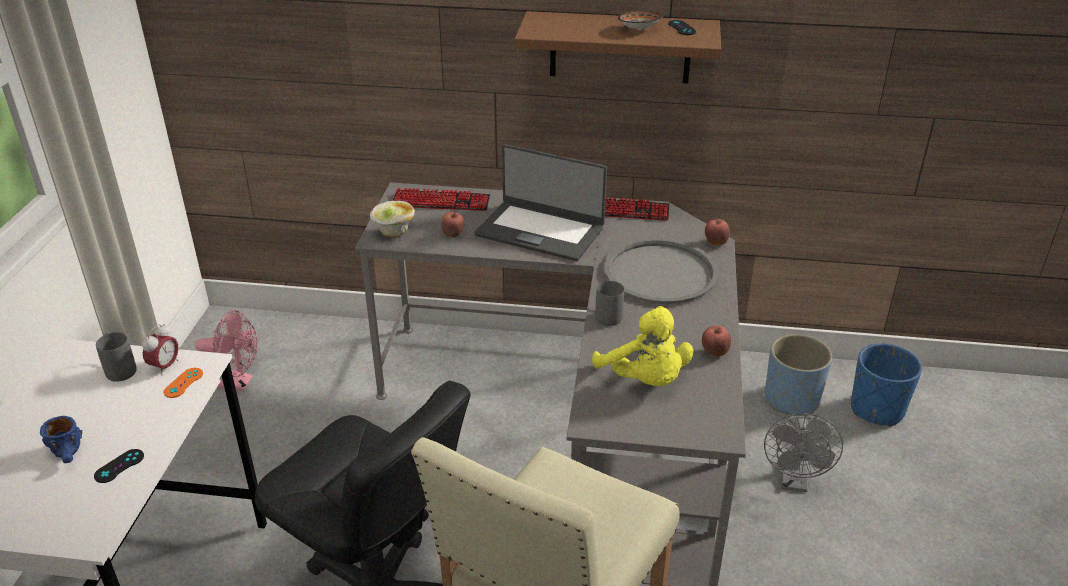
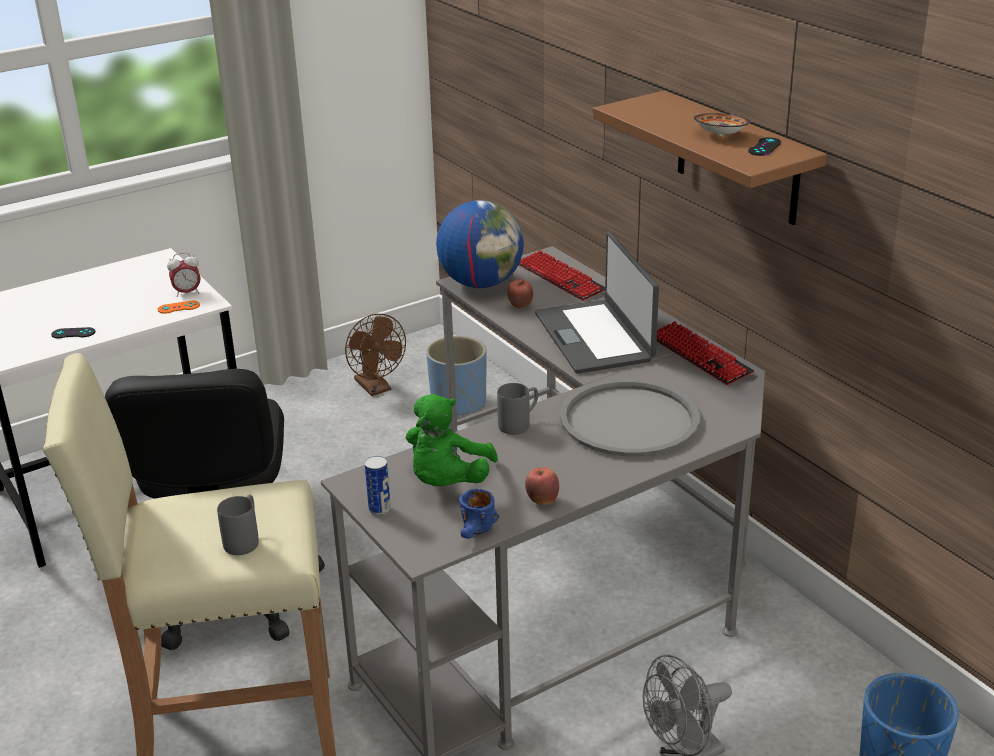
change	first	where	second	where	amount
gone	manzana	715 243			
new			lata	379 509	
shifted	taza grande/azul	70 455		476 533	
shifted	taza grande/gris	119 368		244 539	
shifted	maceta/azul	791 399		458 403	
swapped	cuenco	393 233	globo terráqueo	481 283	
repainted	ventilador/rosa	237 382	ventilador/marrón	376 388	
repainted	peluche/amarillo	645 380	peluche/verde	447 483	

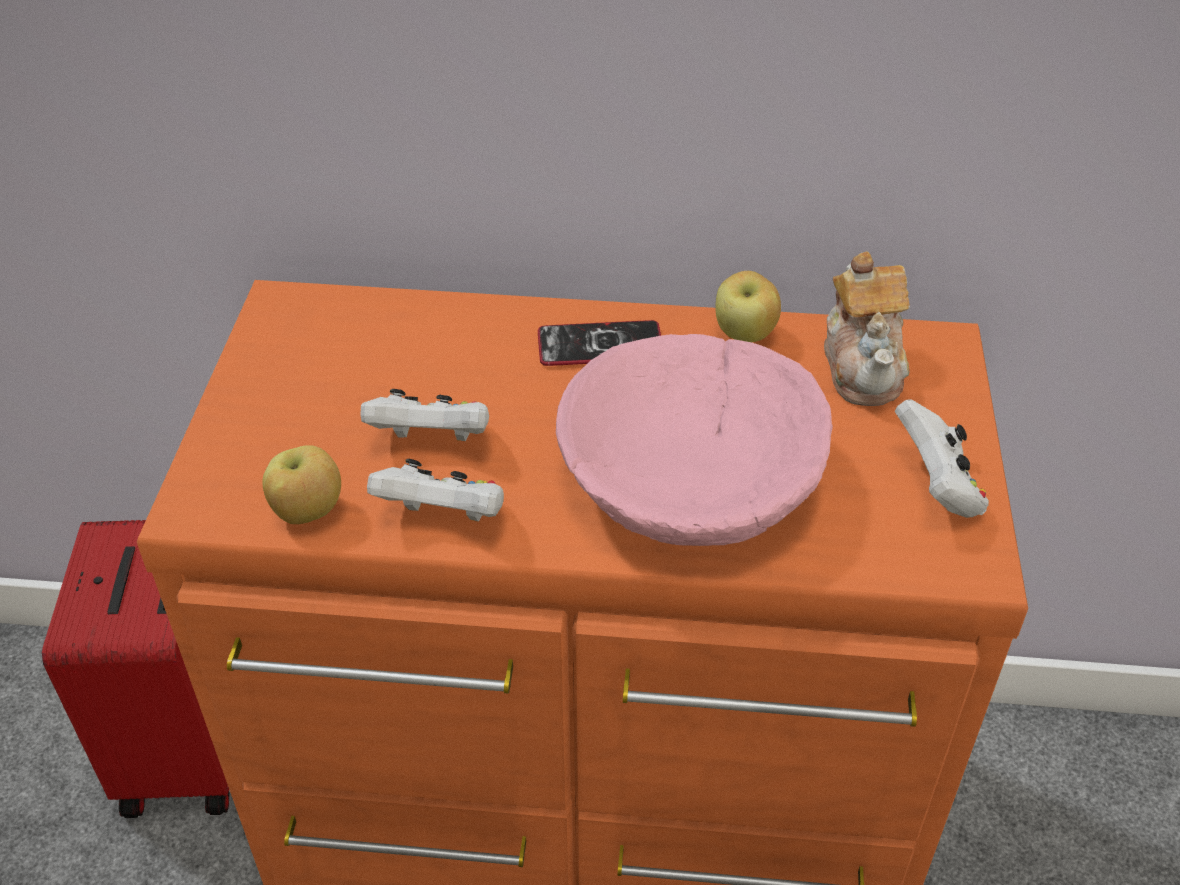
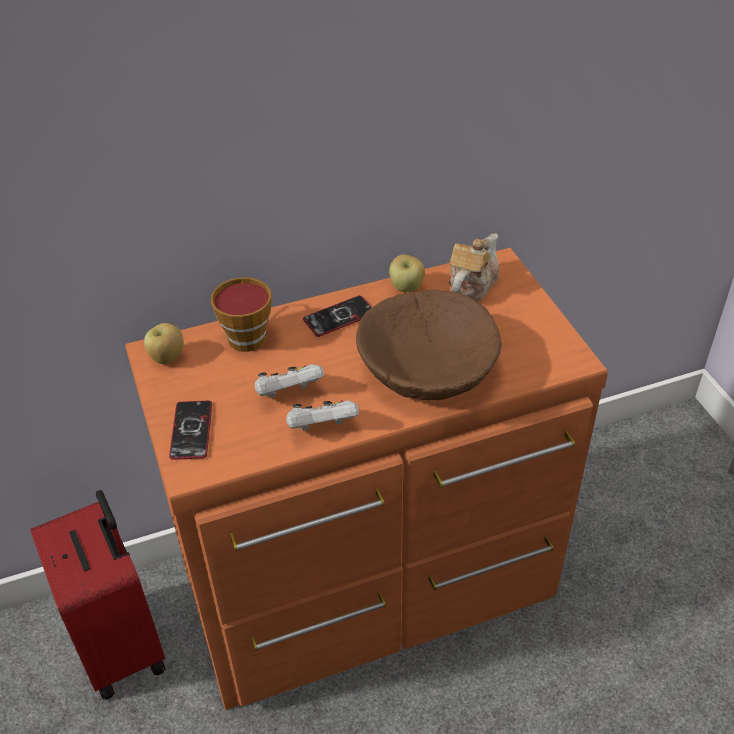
change	first	where	second	where	amount
gone	mando de consola/blanco	937 488			
new			móvil	191 430	
new			taza	246 335	
shifted	manzana	307 513		167 358	
repainted	cuenco/rosa	689 479	cuenco/marrón	427 367	
rotated	tetera	864 365		472 285	120 degrees counterclockwise

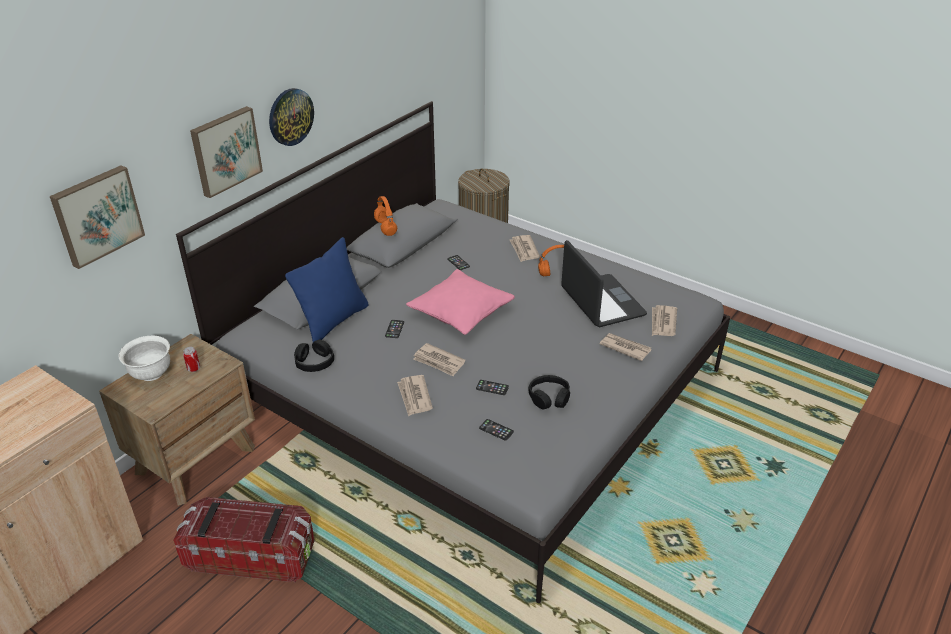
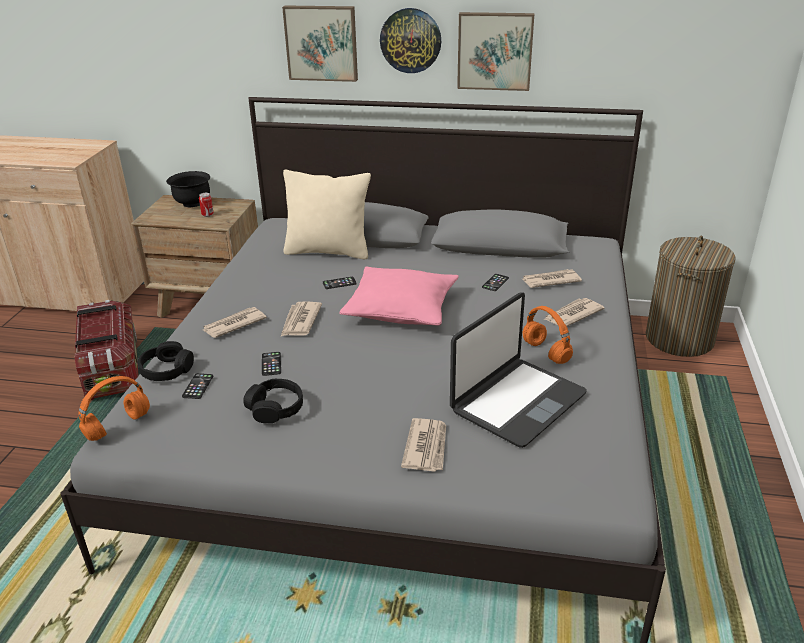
change	first	where	second	where	amount
shifted	cuadro	97 215		495 51	
shifted	auriculares/negro	314 362		167 370	
shifted	auriculares/naranja	385 228		118 425	
shifted	periódico	663 323		550 281	
repainted	cuenco/blanco	151 373	cuenco/negro	192 203	
repainted	cojín/azul	333 321	cojín/beis	328 251	

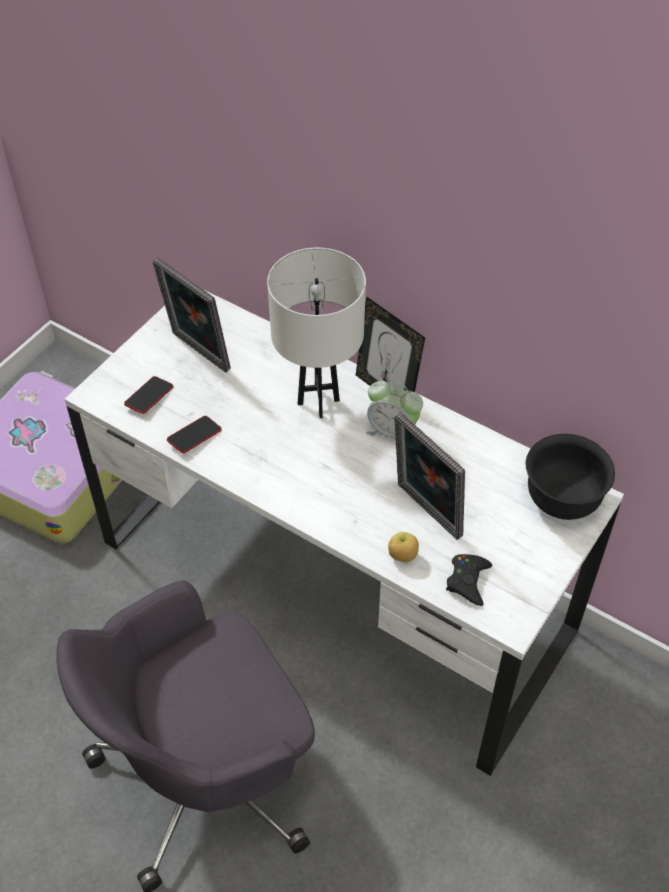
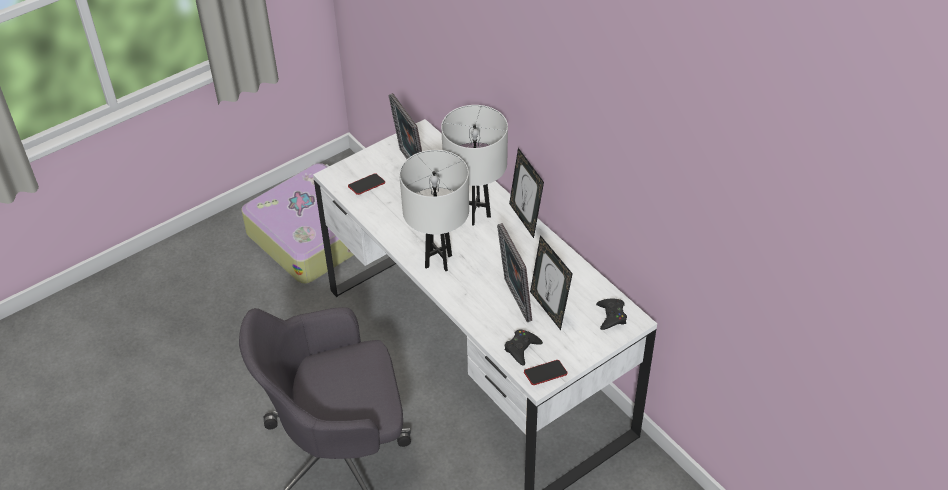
change	first	where	second	where	amount
gone	despertador	392 431			
gone	manzana	402 556			
new			lámpara de mesa/blanco	438 261	
new			portarretratos	549 308	
shifted	móvil	194 437		545 374	
swapped	cuenco/negro	562 500	mando de consola/negro	611 316	

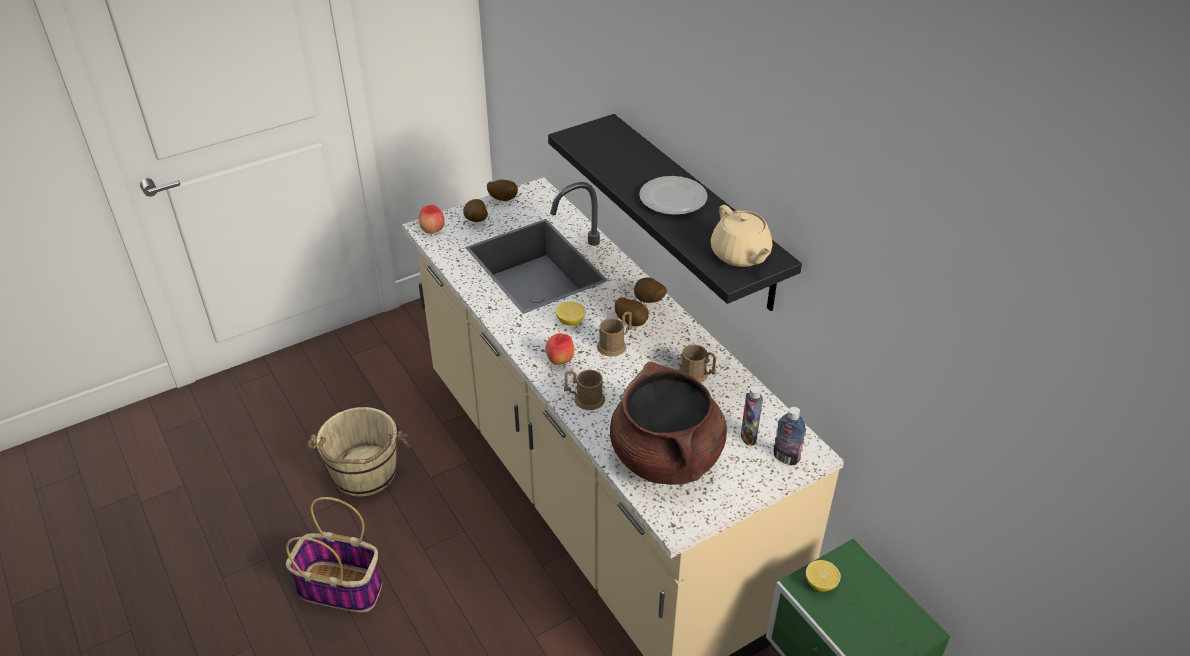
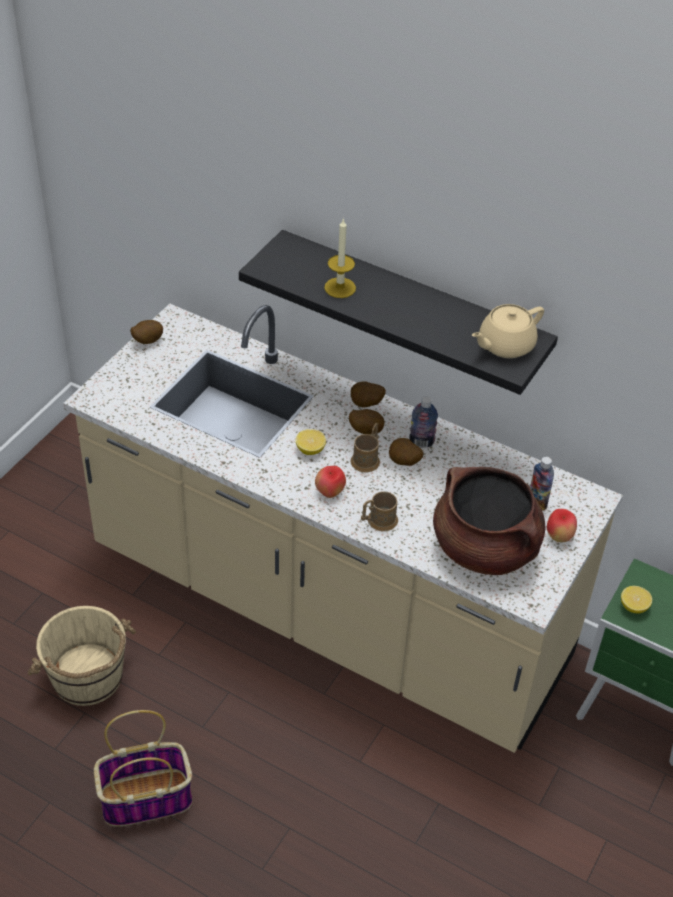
change	first	where	second	where	amount
gone	plato	673 198			
gone	taza grande/marrón	697 375			
new			vela	340 288	
shifted	manzana	432 231		559 536	
shifted	patata	476 221		404 463	
shifted	botella	786 458		421 442	
rotated	tetera/beis	740 255		505 345	105 degrees clockwise

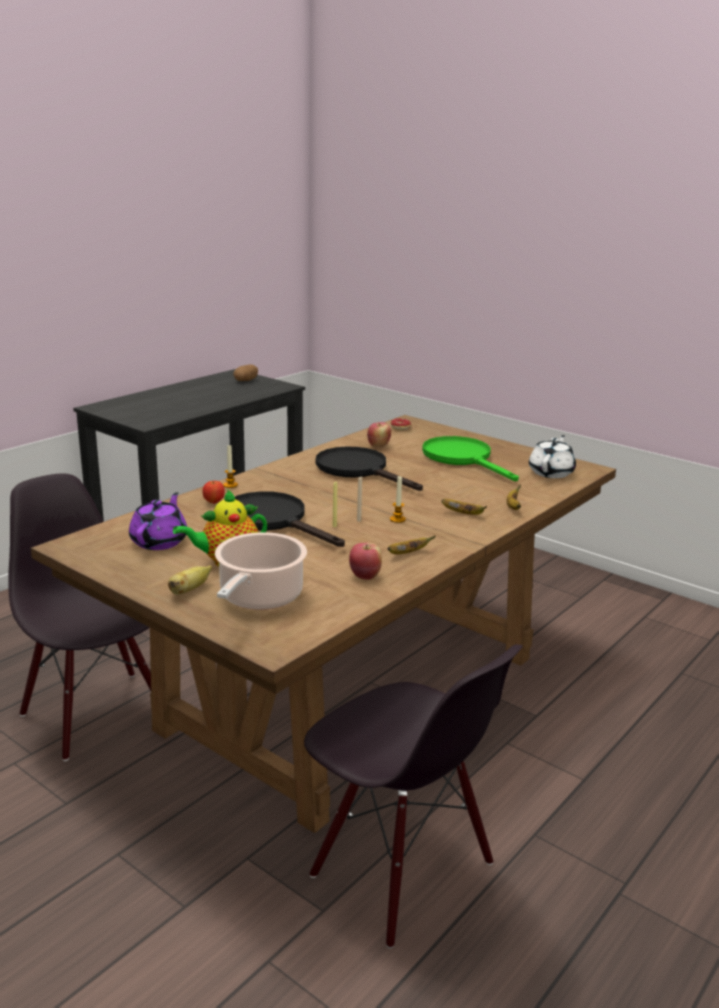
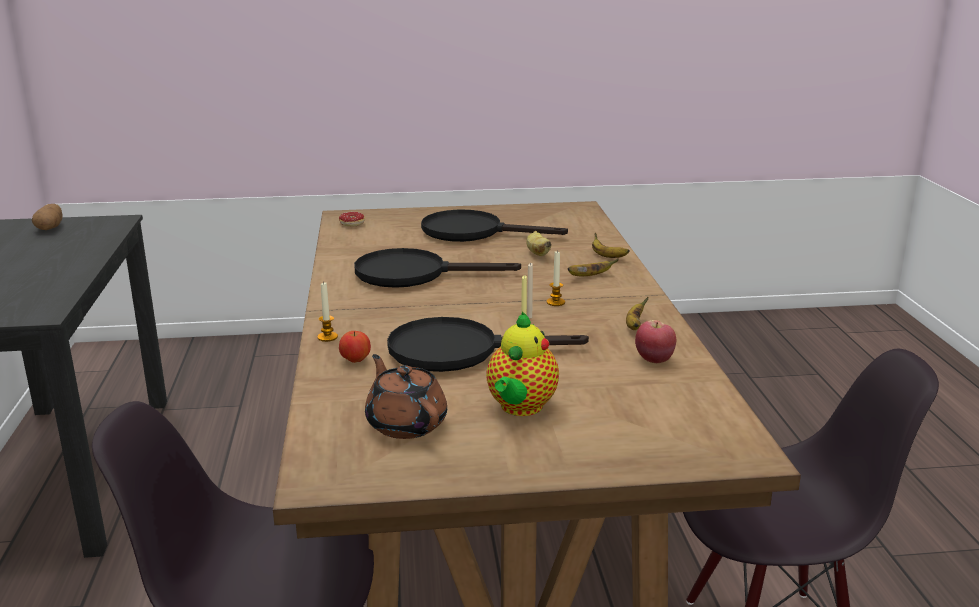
change	first	where	second	where	amount
gone	olla	259 598			
gone	manzana	378 446			
gone	tetera/blanco	551 472			
shifted	plátano	189 590		537 253	
repainted	tetera/morado	160 541	tetera/marrón	406 423	
repainted	sartén/verde	463 458	sartén/negro	473 232	

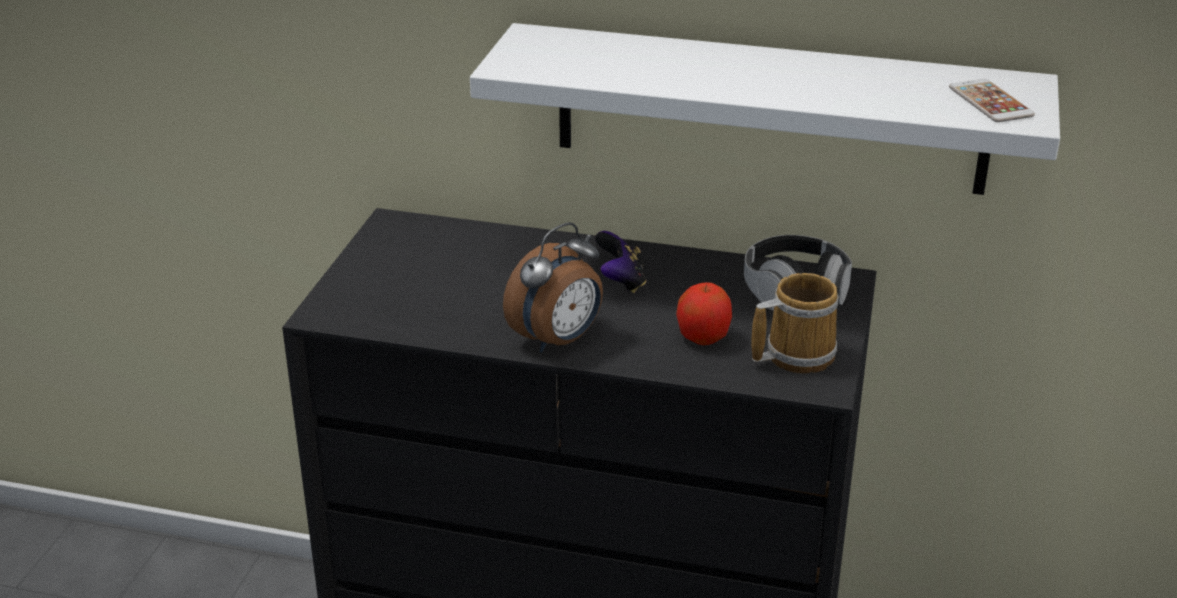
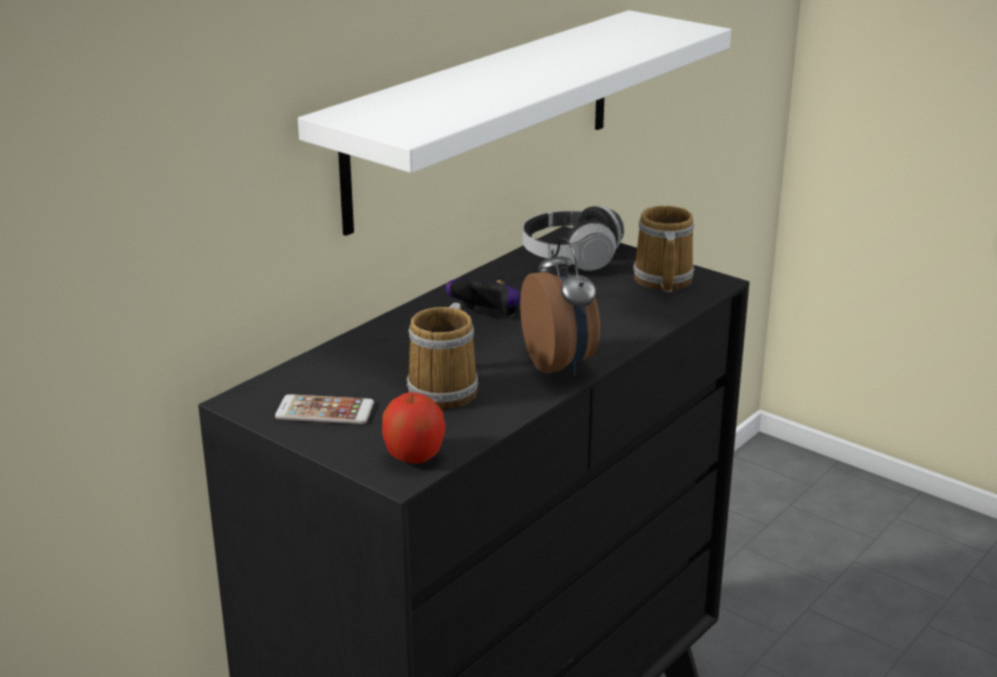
change	first	where	second	where	amount
new			taza grande	446 389	
shifted	manzana	703 338		414 456	
shifted	móvil	990 102		325 411	

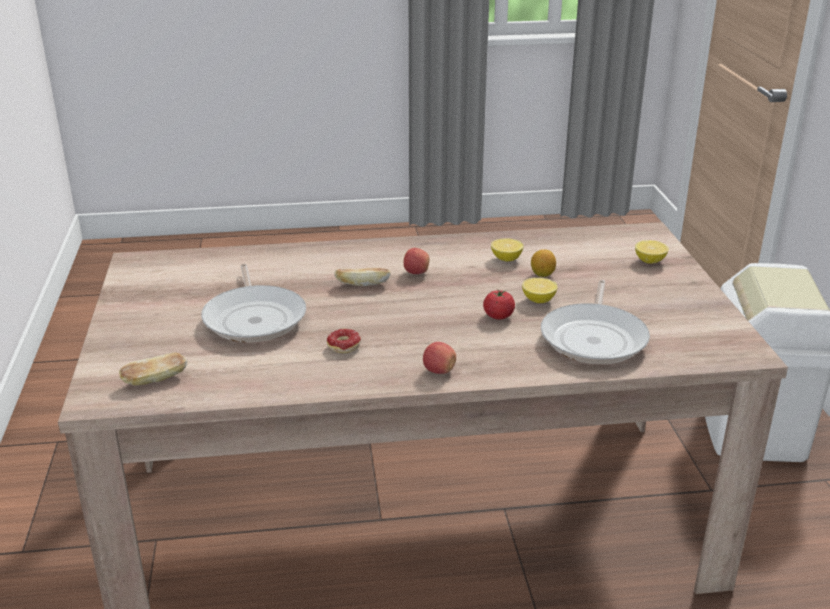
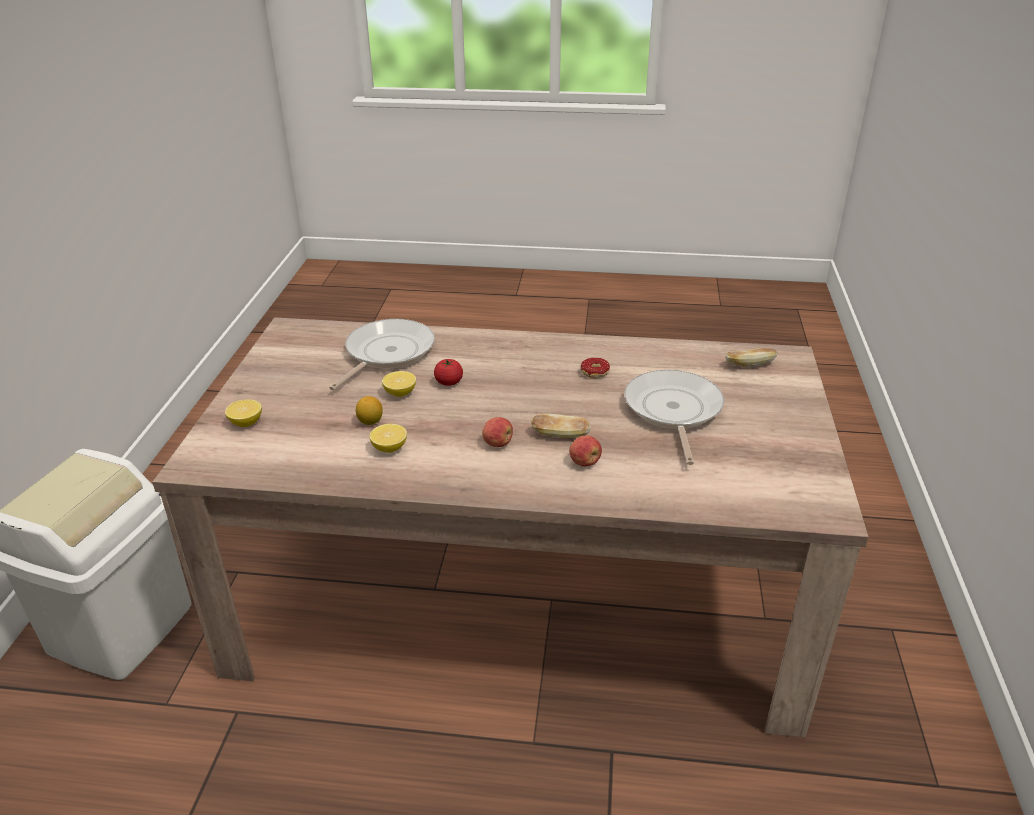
change	first	where	second	where	amount
shifted	manzana	439 371		585 462	

